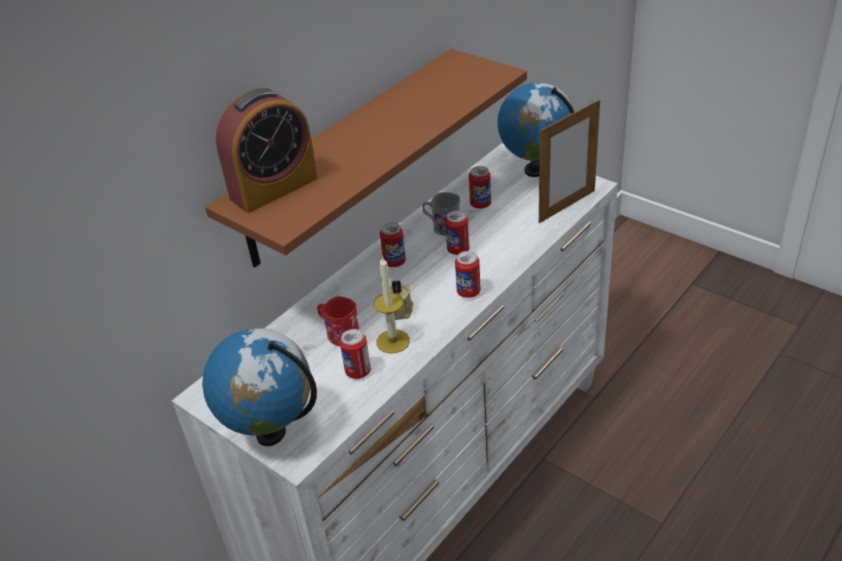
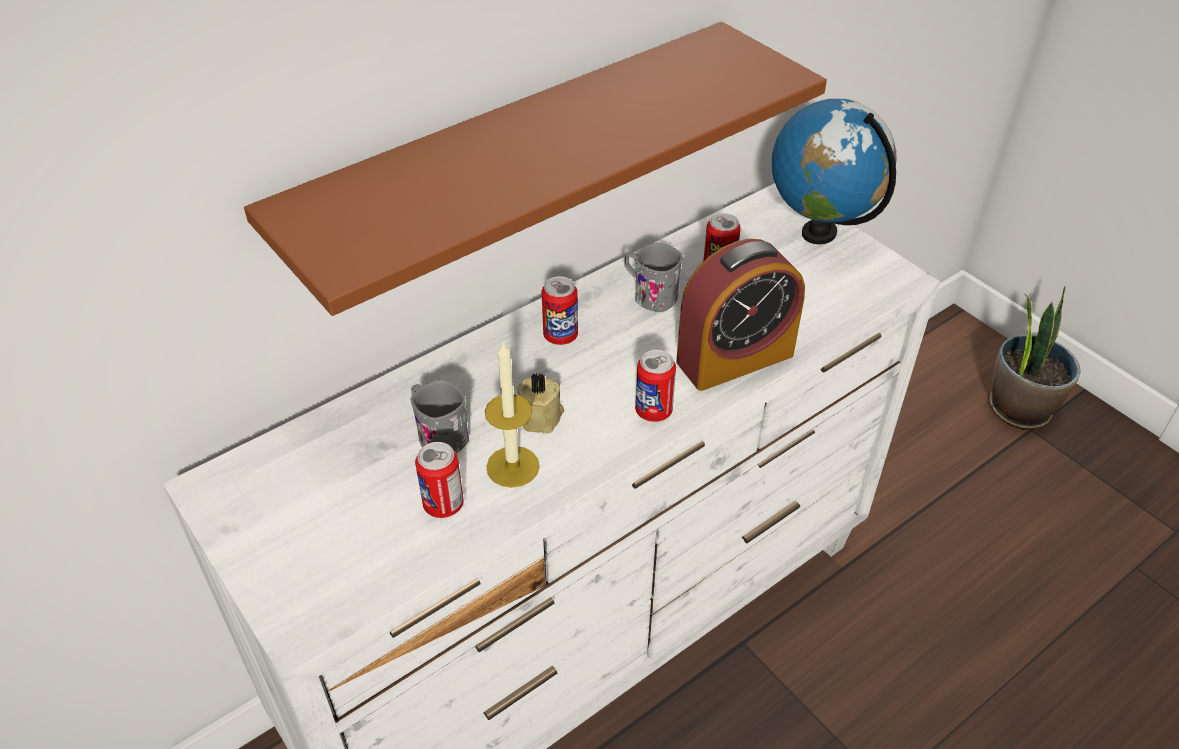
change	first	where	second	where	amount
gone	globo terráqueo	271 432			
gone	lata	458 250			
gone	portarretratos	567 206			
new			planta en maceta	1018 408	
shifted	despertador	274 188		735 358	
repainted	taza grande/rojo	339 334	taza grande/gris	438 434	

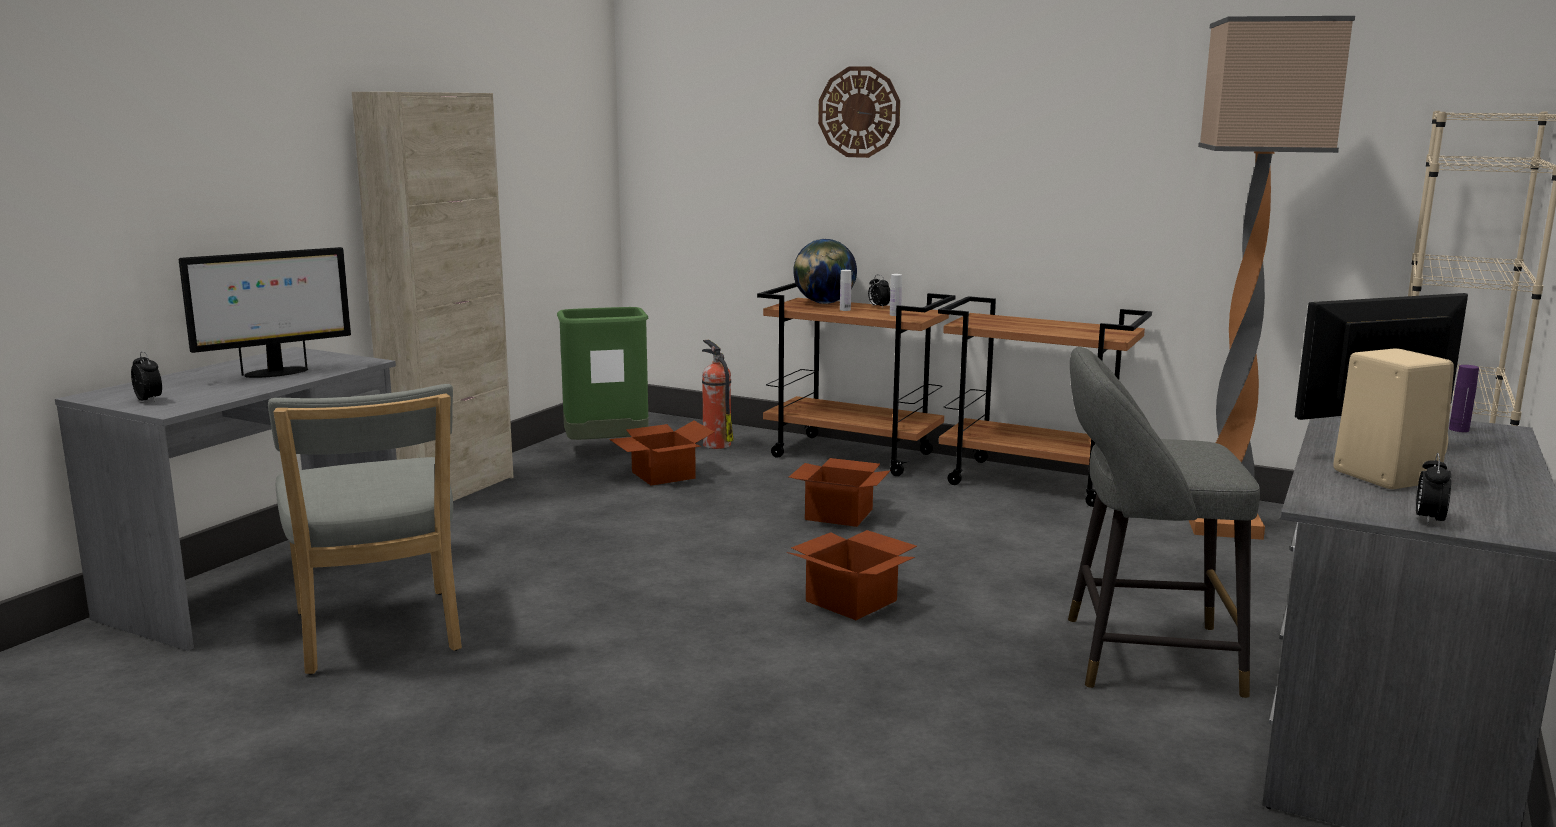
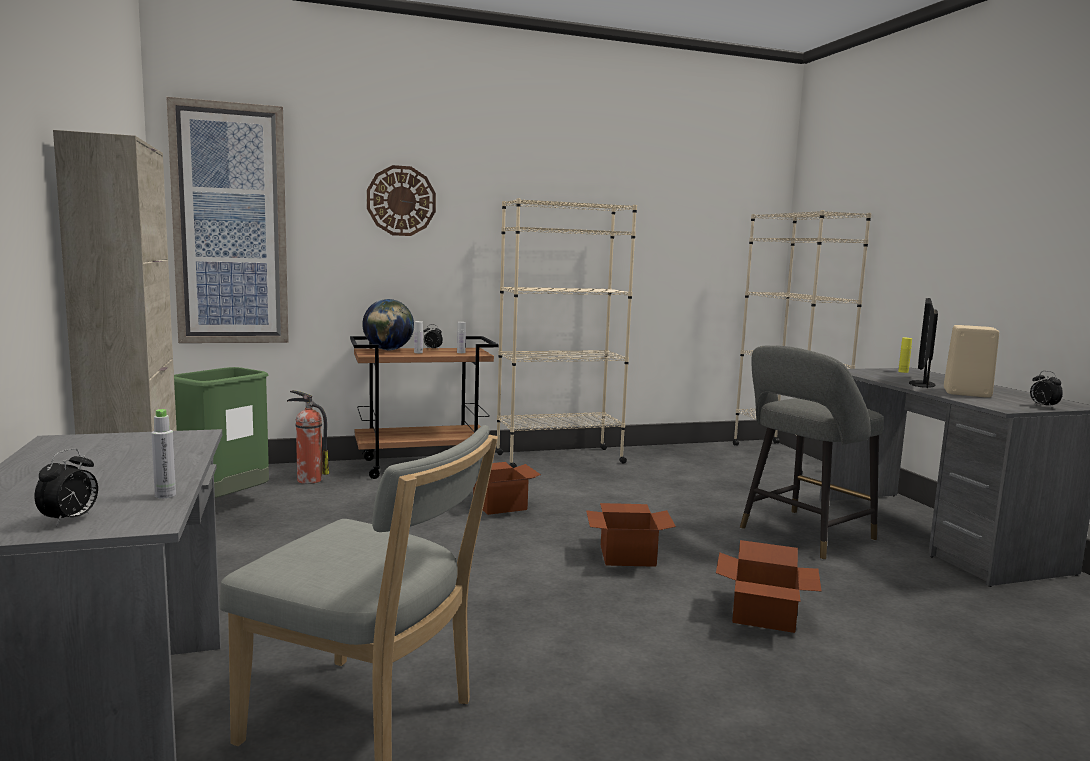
change	first	where	second	where	amount
gone	monitor	275 373			
gone	lámpara de pie	1225 526			
new			botella/gris	165 495	
new			cuadro	231 225	
shifted	caja de cartón	661 475		762 615	
swapped	carrito/marrón	1035 482	estantería/beis	559 458	
repainted	botella/morado	1459 429	botella/amarillo	903 371	
rotated	despertador	149 400		70 520	105 degrees clockwise

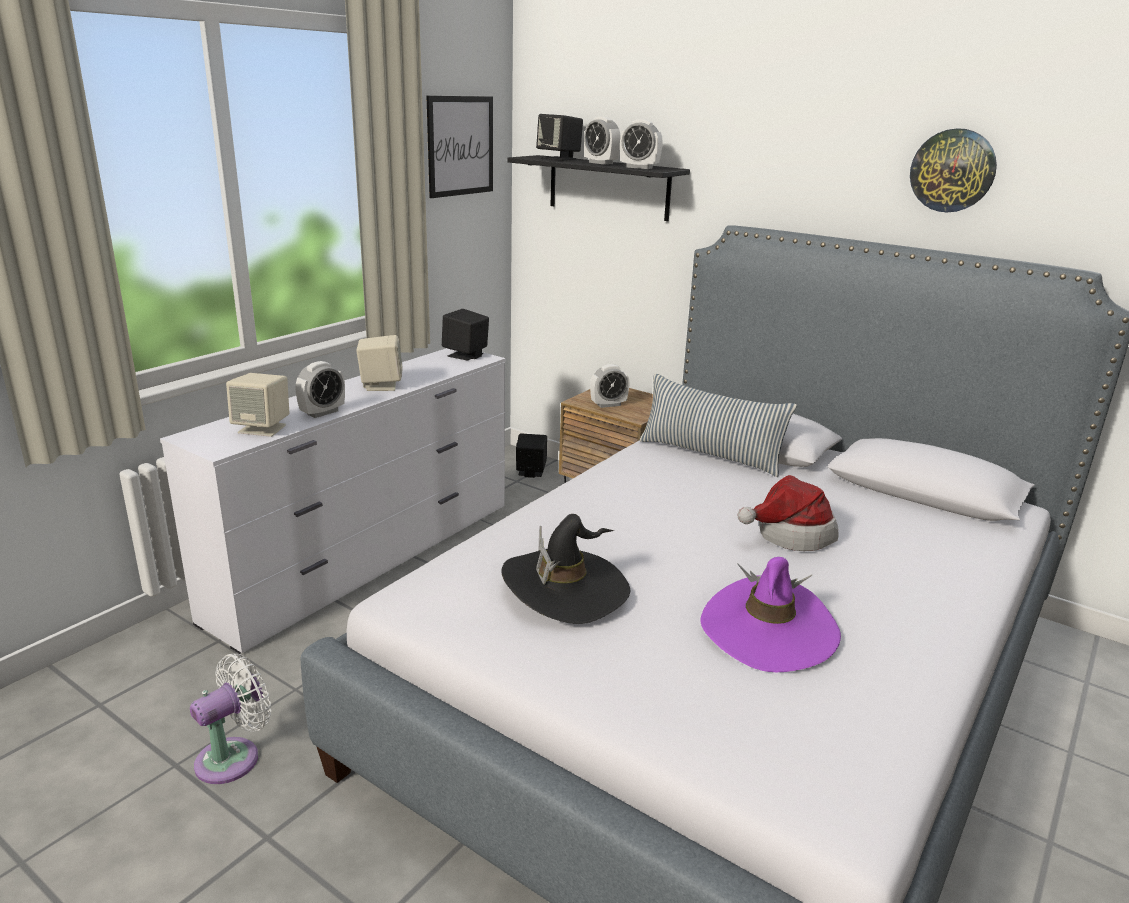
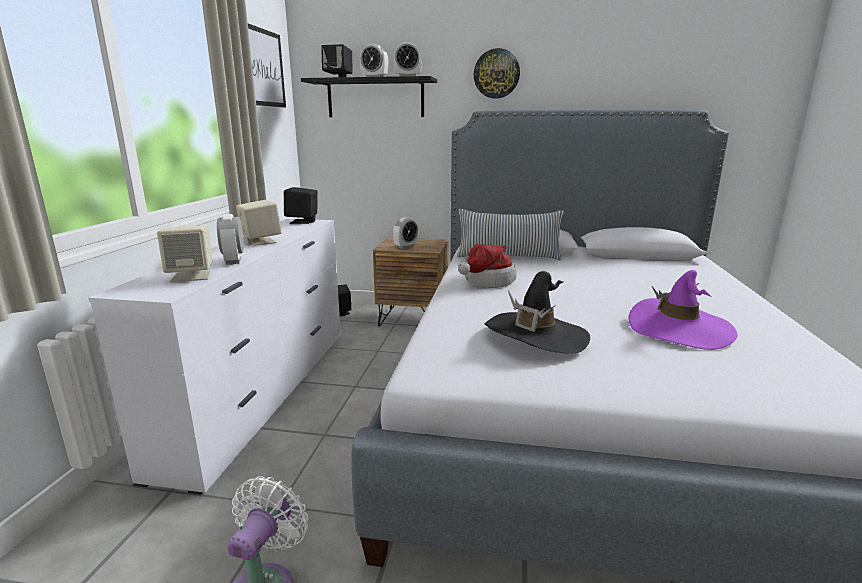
change	first	where	second	where	amount
shifted	sombrero	789 533		485 281	
shifted	reloj de pared	952 170		496 74	
rotated	despertador	322 412		234 260	150 degrees clockwise

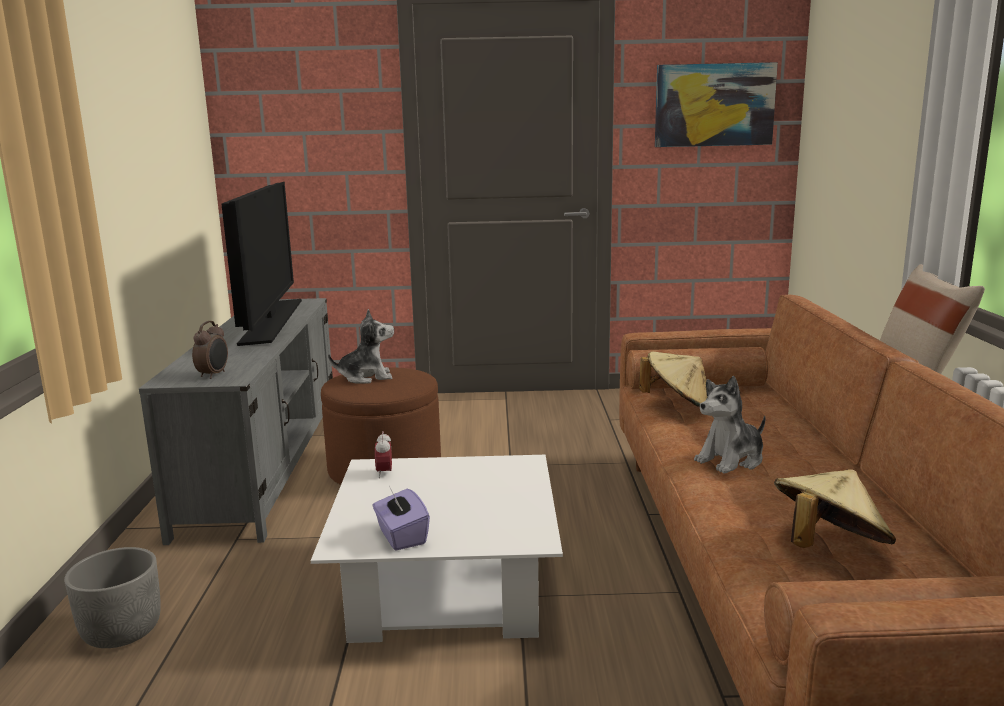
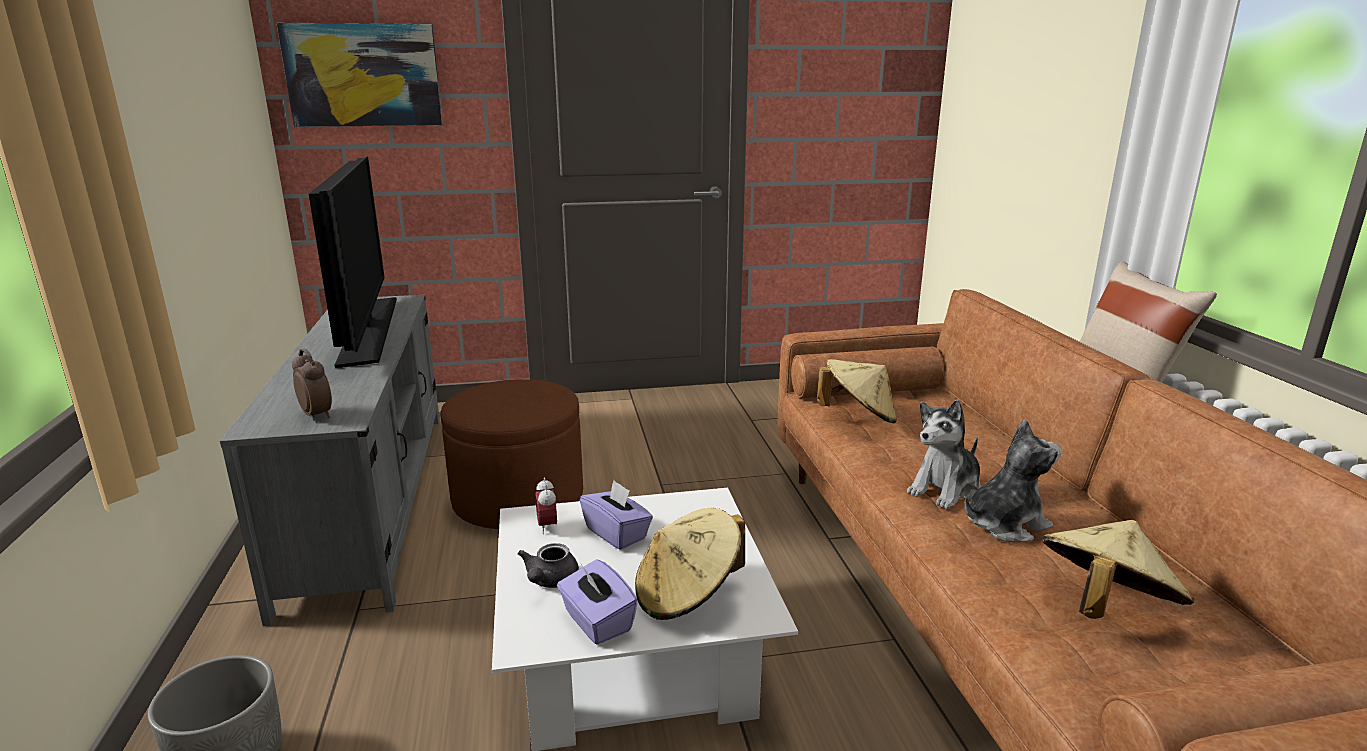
change	first	where	second	where	amount
new			tetera/gris	549 581	
new			caja de pañuelos/morado	617 533	
new			sombrero/beis	687 595	
shifted	peluche	366 377		1004 524	
shifted	cuadro	714 105		363 75	
rotated	despertador	214 375		317 415	45 degrees counterclockwise

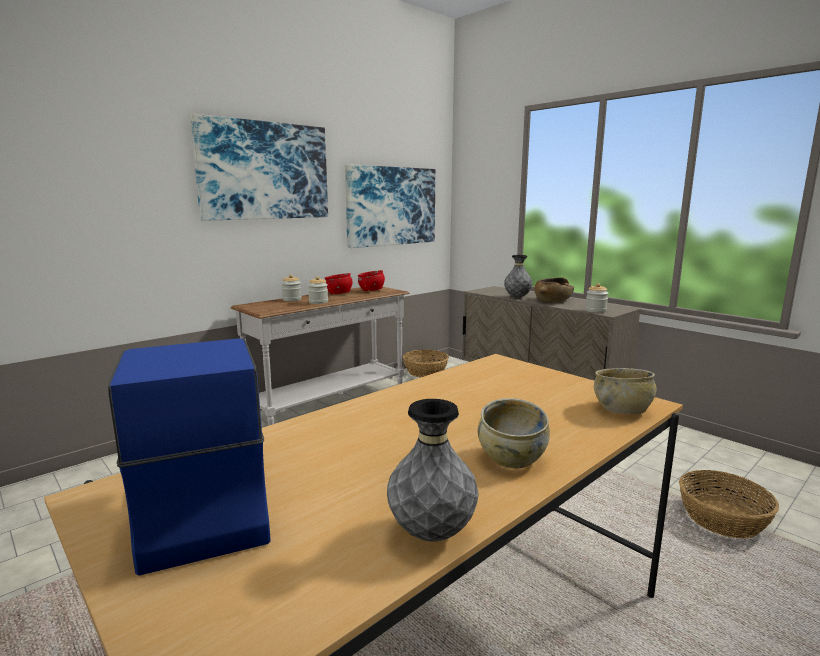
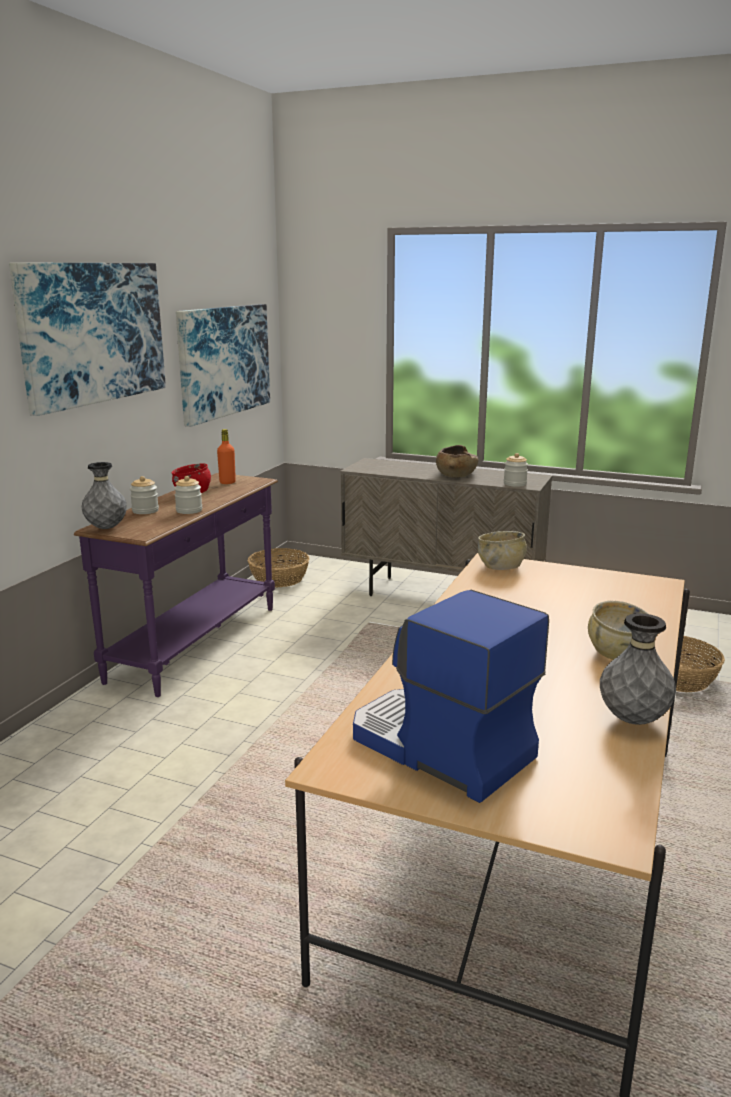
change	first	where	second	where	amount
shifted	florero/gris	517 297		106 528	
shifted	cuenco/beis	622 410		501 566	
swapped	cuenco/rojo	371 290	botella/naranja	227 482	
repainted	mesa consola/blanco	330 404	mesa consola/morado	197 643	

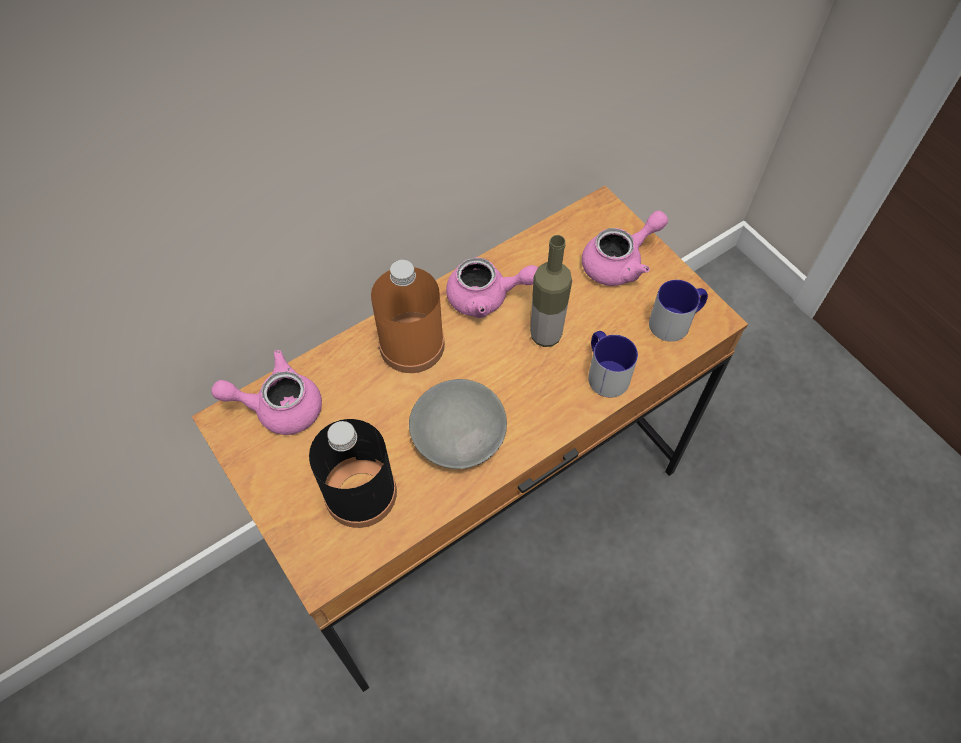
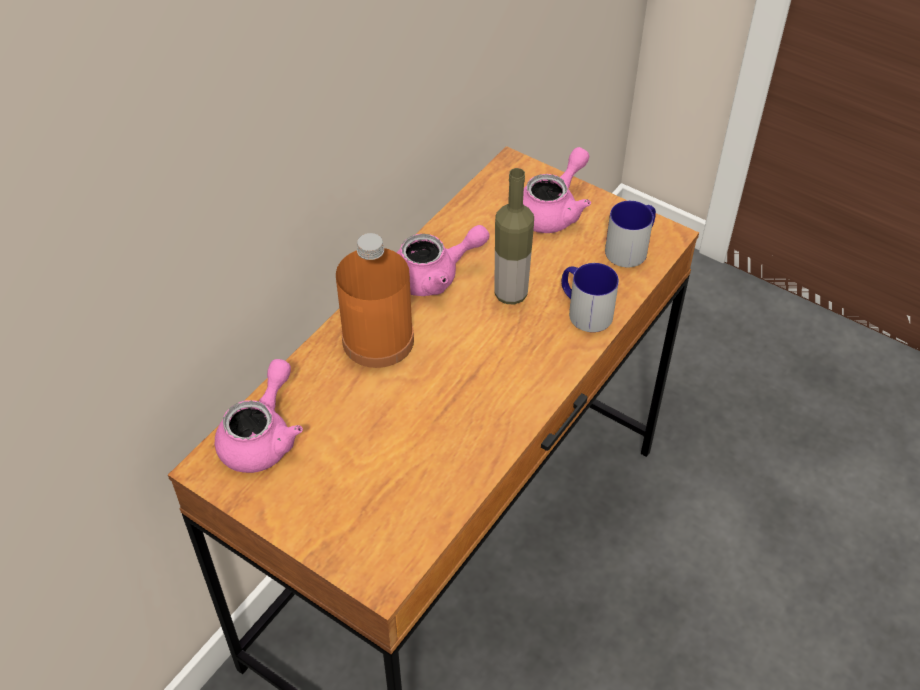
change	first	where	second	where	amount
gone	botella/negro	360 493			
gone	cuenco/gris	458 435			
rotated	tetera/rosa	279 407		262 437	135 degrees clockwise

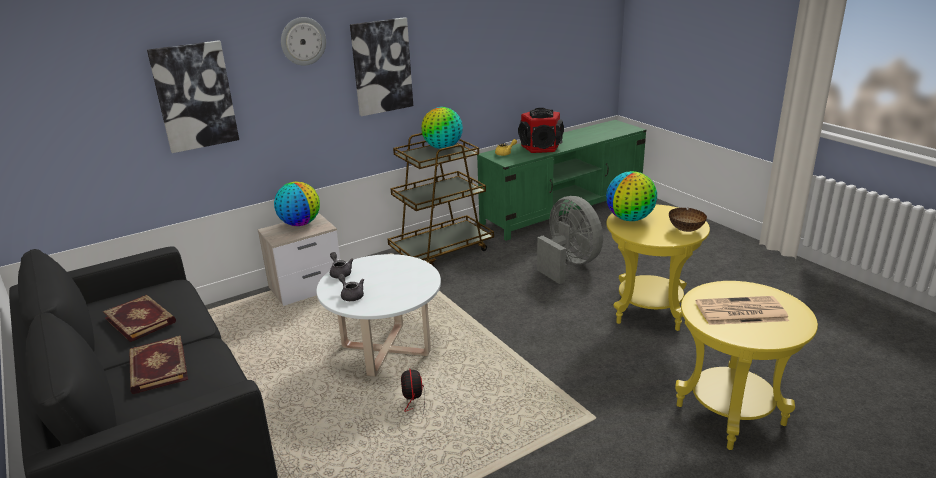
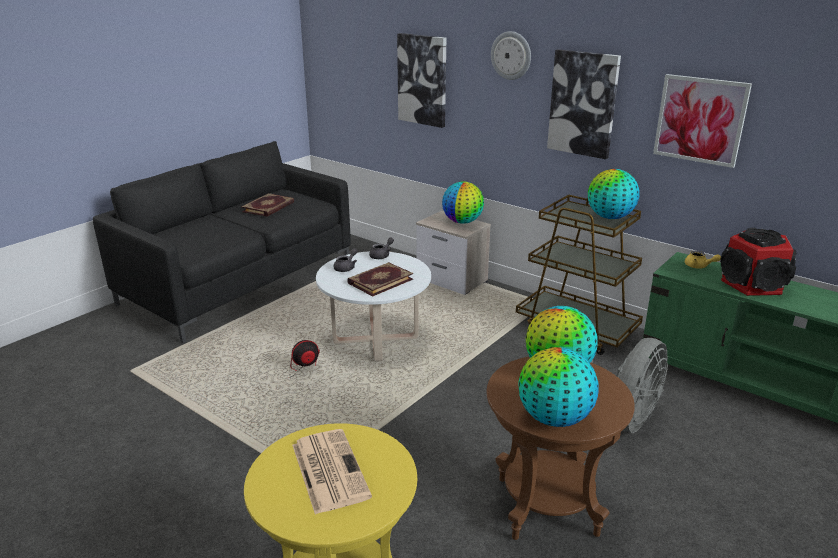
change	first	where	second	where	amount
new			cuadro	700 120	
shifted	libro	157 367		380 281	
swapped	cuenco	686 230	globo terráqueo	554 418	
repainted	mesa auxiliar/amarillo	649 311	mesa auxiliar/marrón	547 506	

